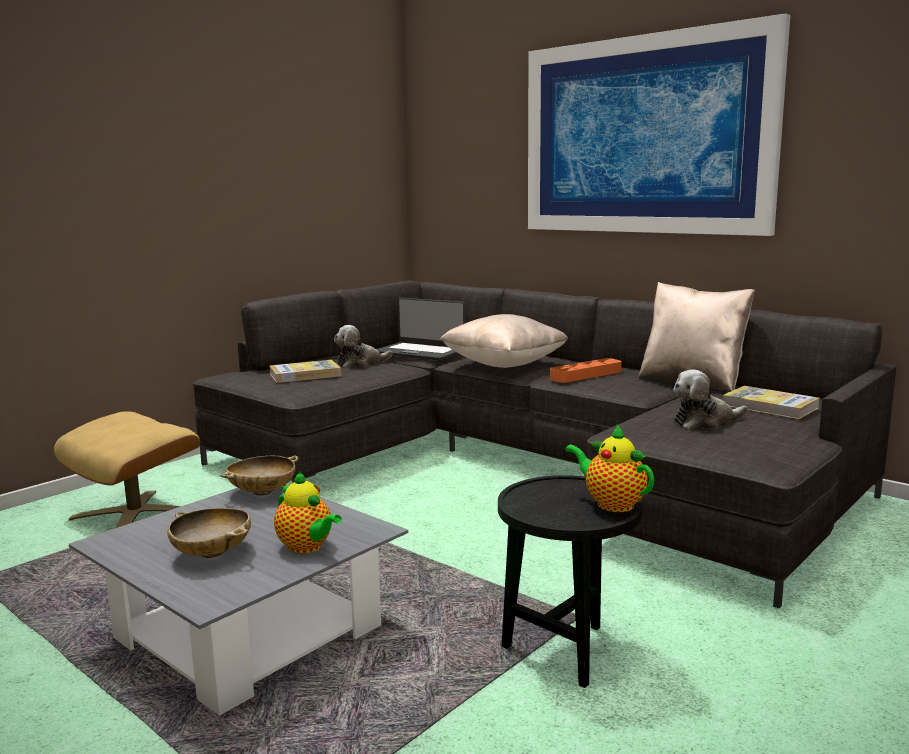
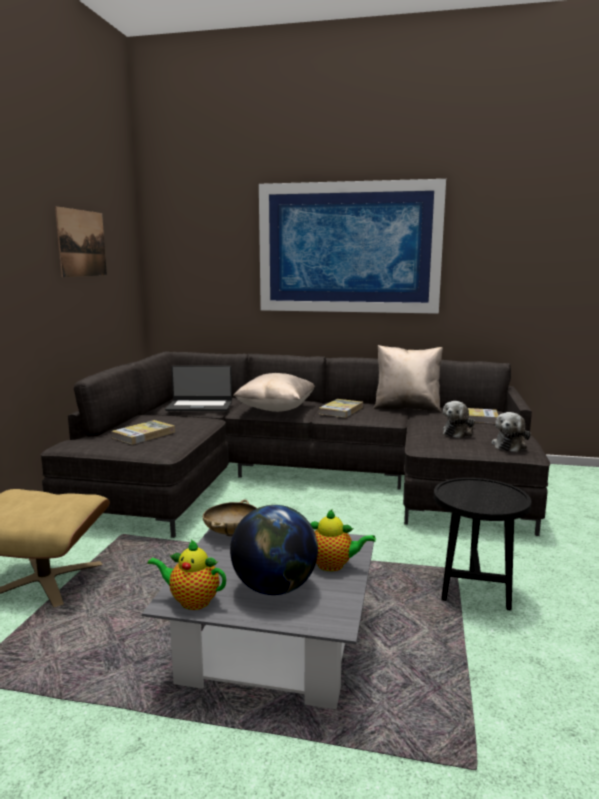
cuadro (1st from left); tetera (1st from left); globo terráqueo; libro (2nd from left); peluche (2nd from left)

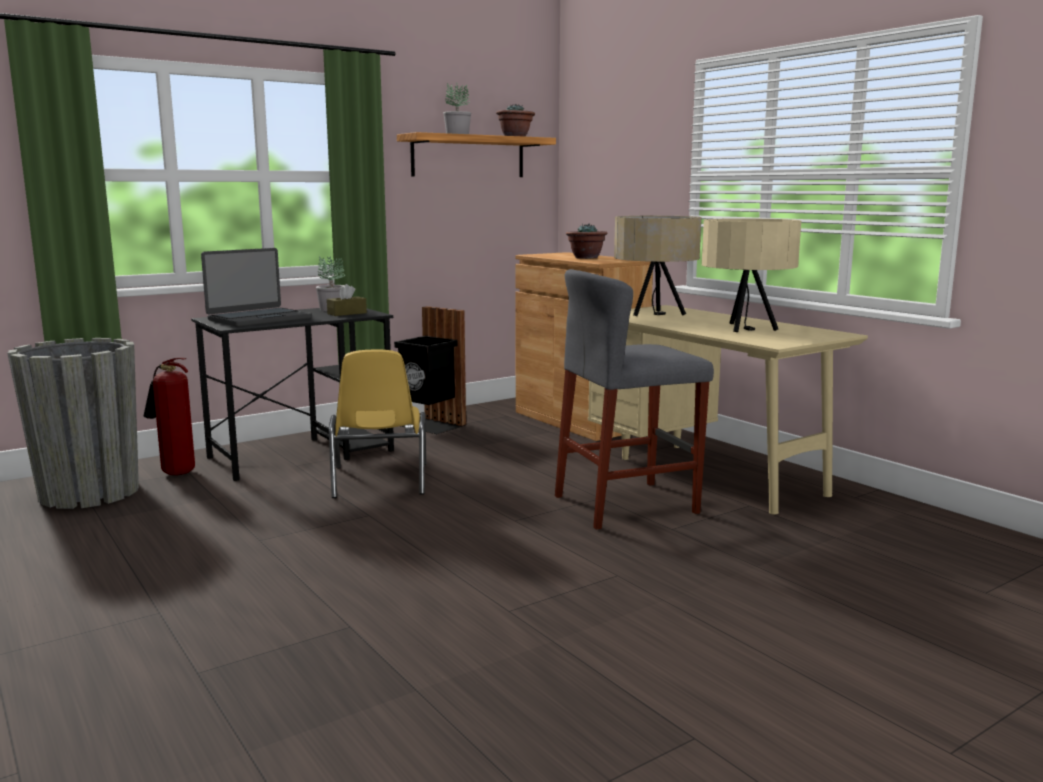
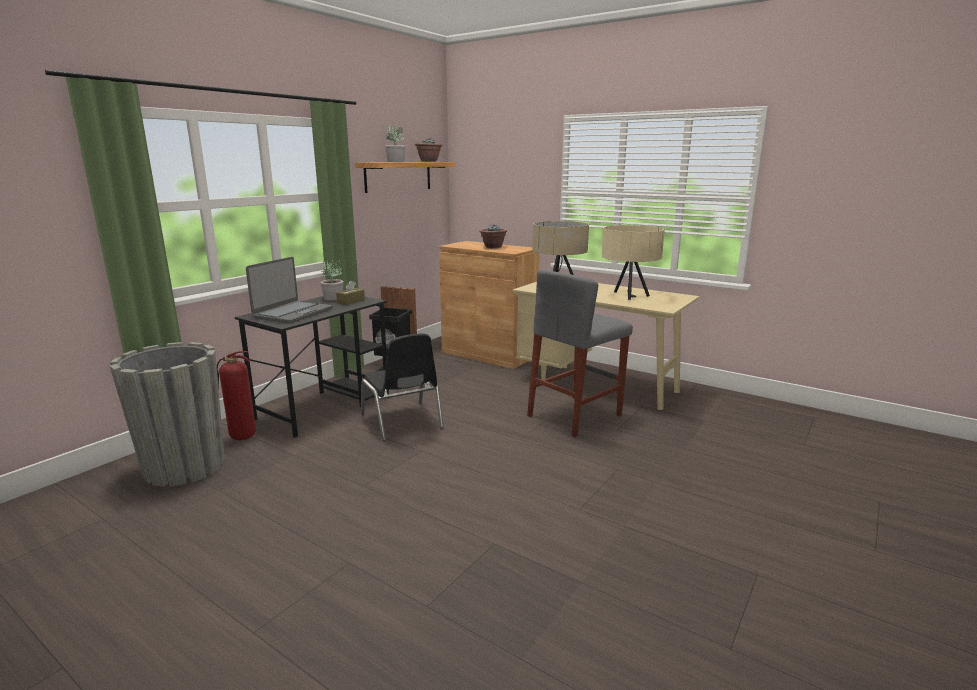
silla [negro]

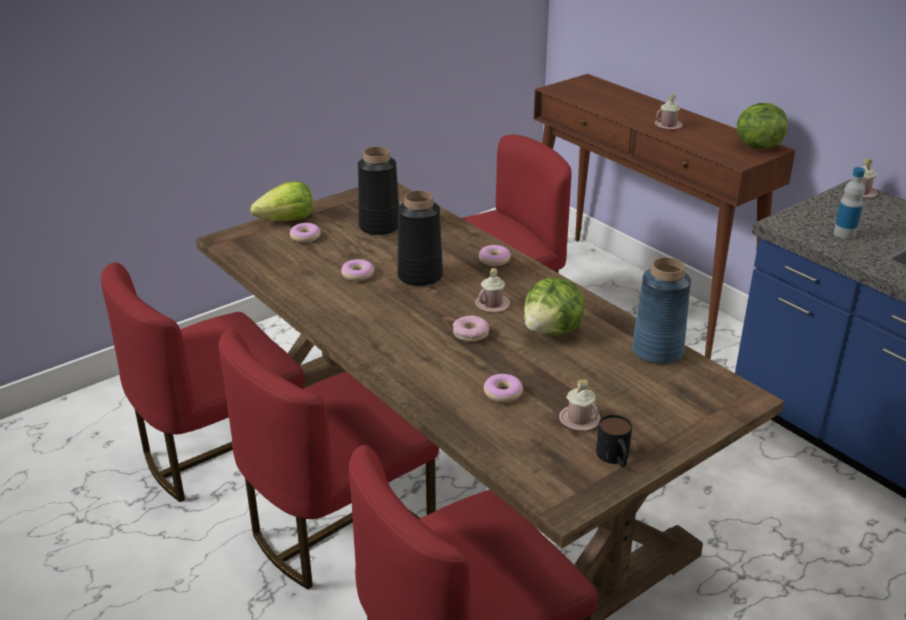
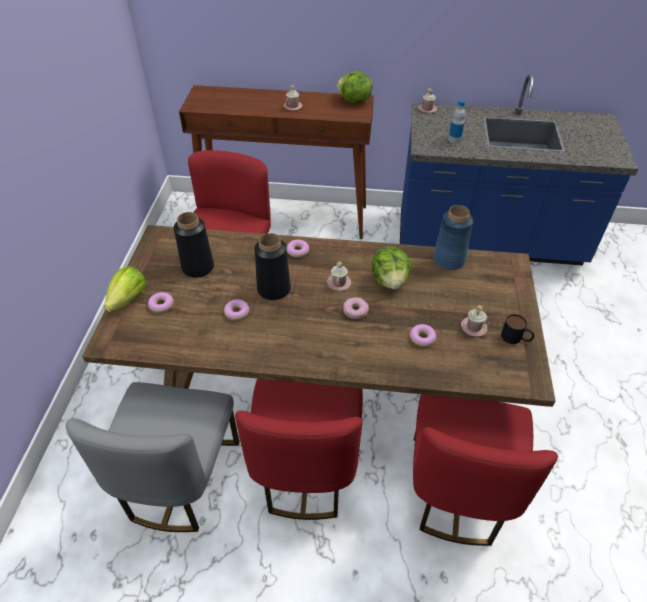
silla [gris]

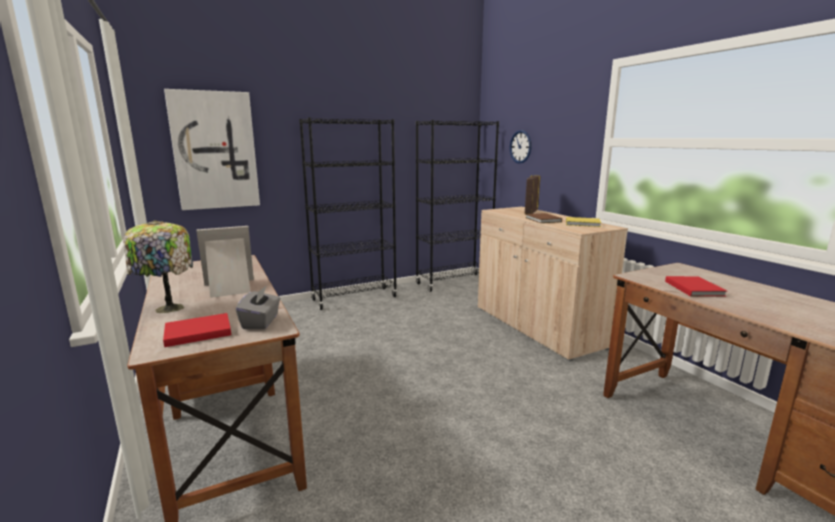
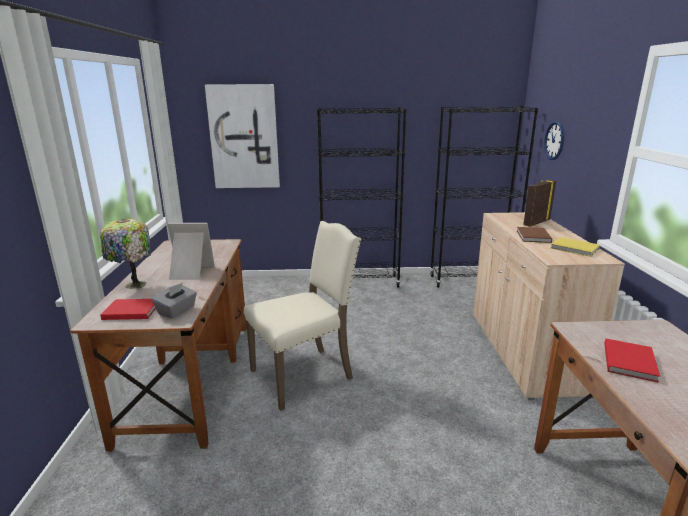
silla [beis]

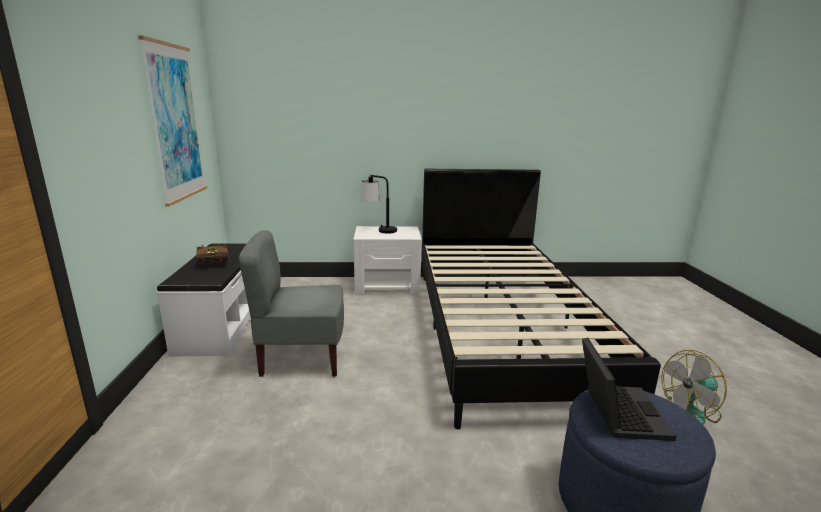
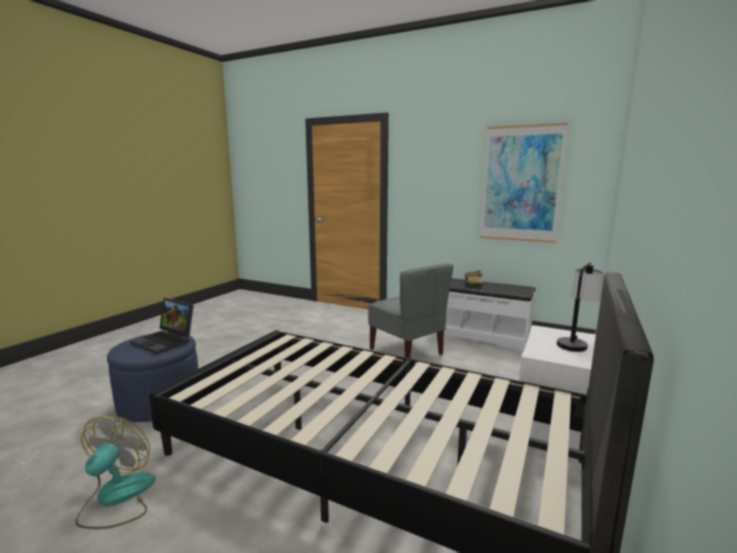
silla [gris]

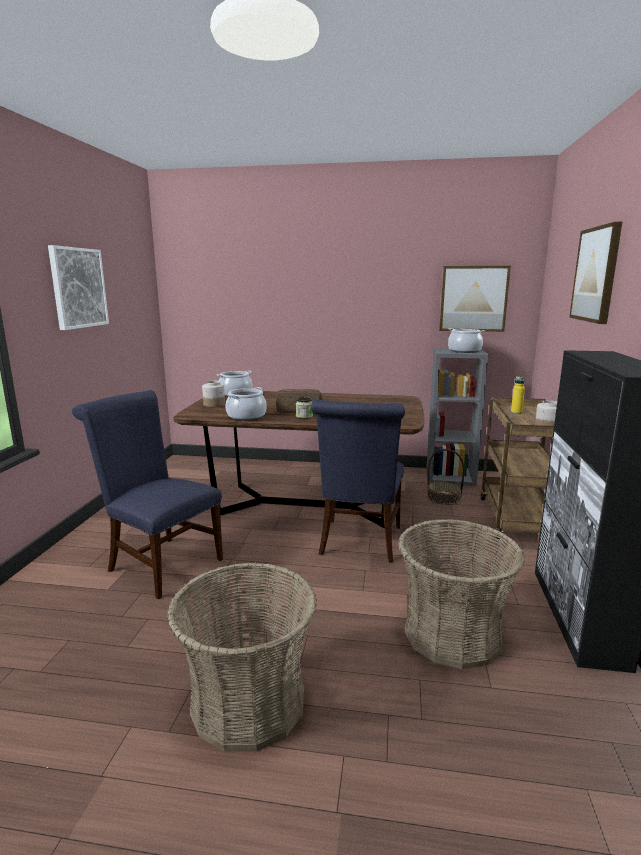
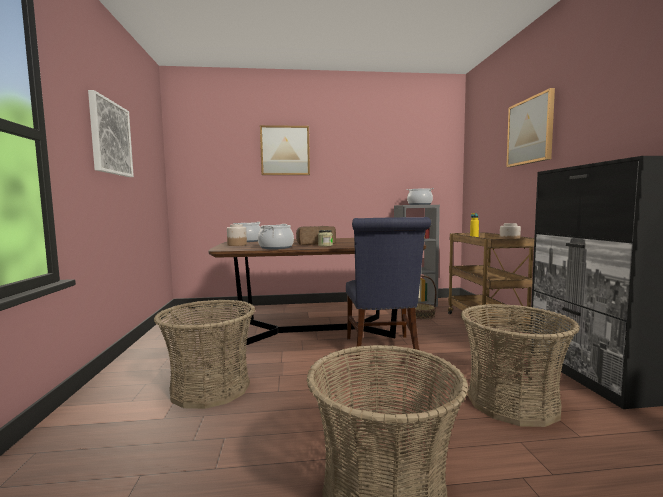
cesta (1st from left); cuadro (2nd from left)

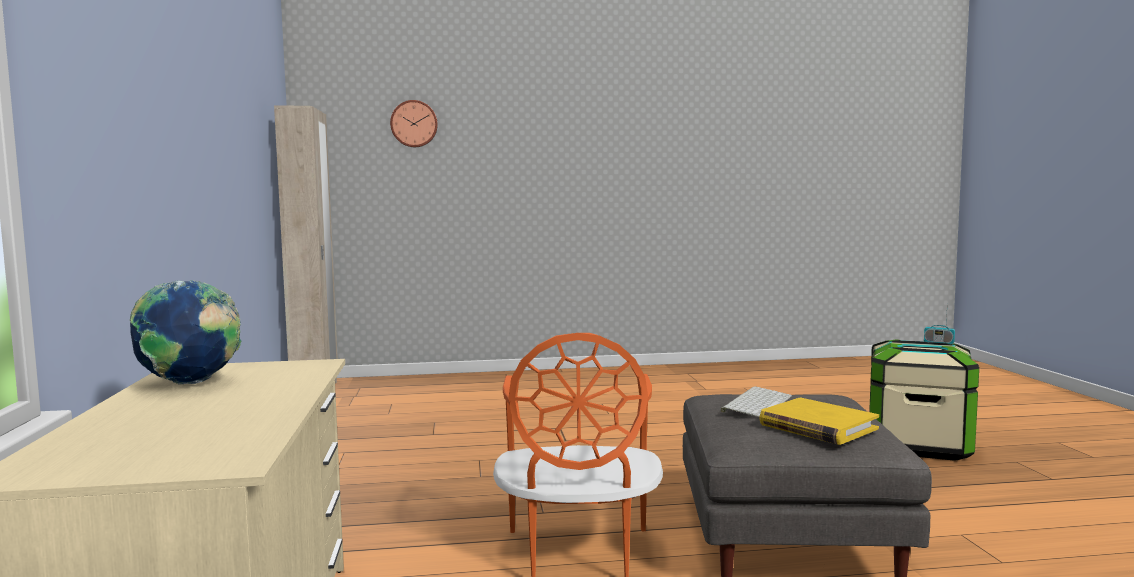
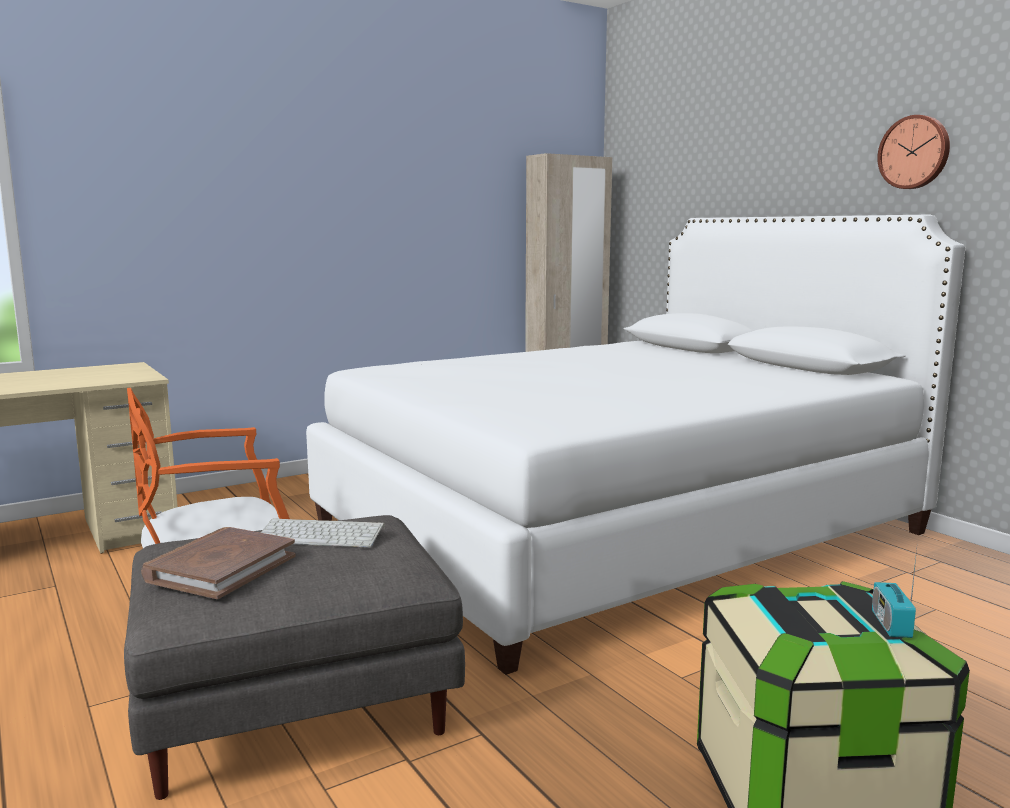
libro [marrón]; cama [blanco]; reloj de pared; globo terráqueo

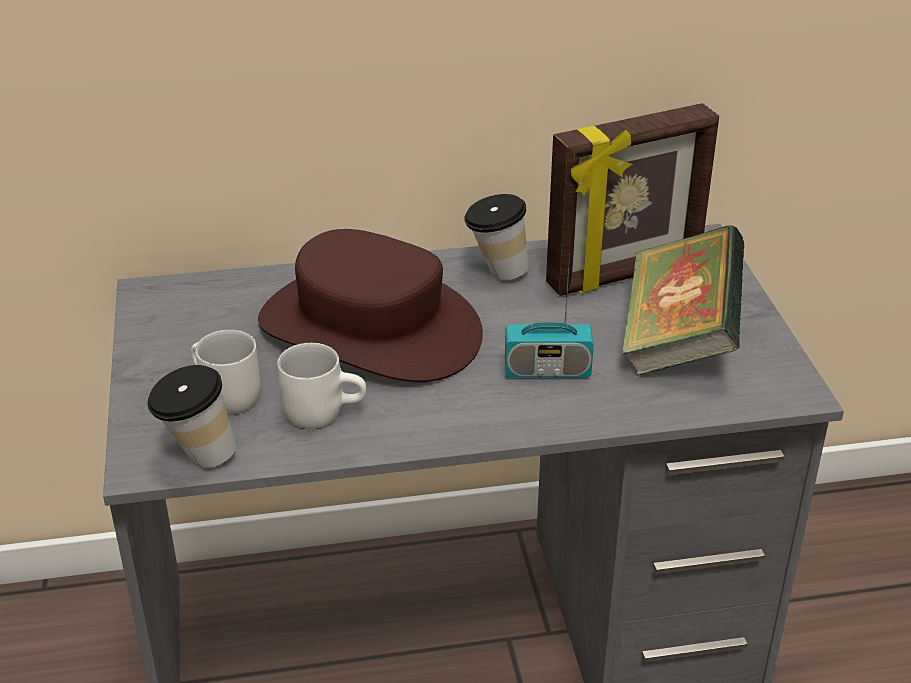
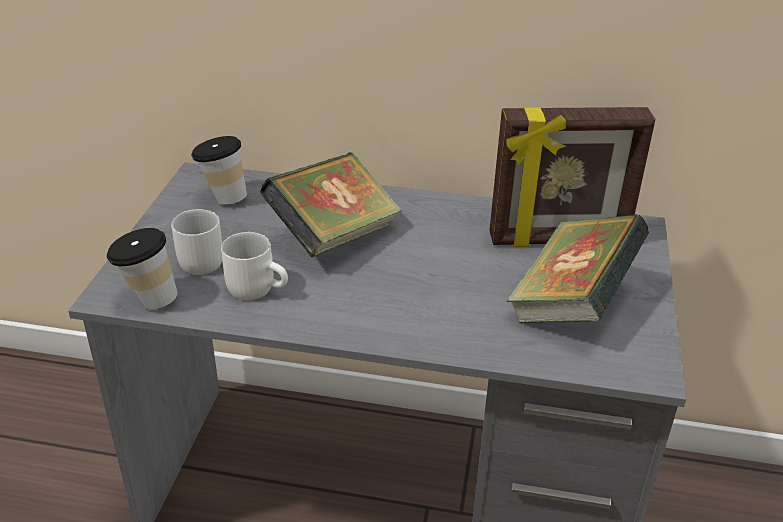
taza (2nd from left); libro (1st from left); radio

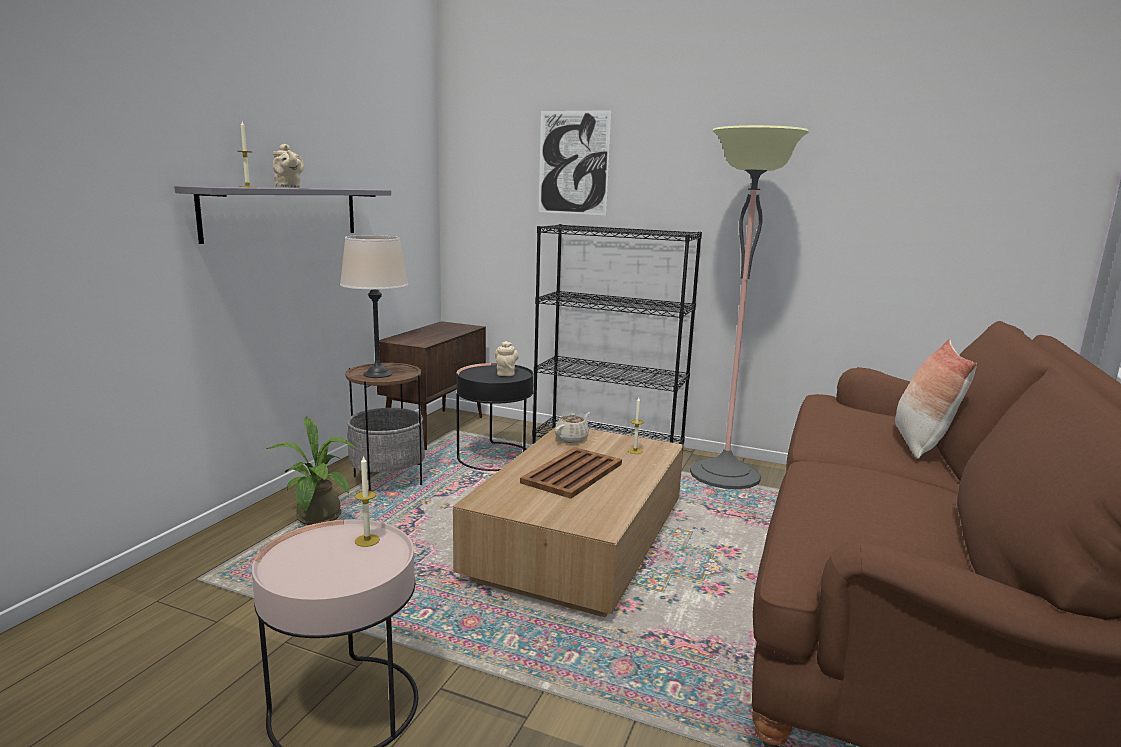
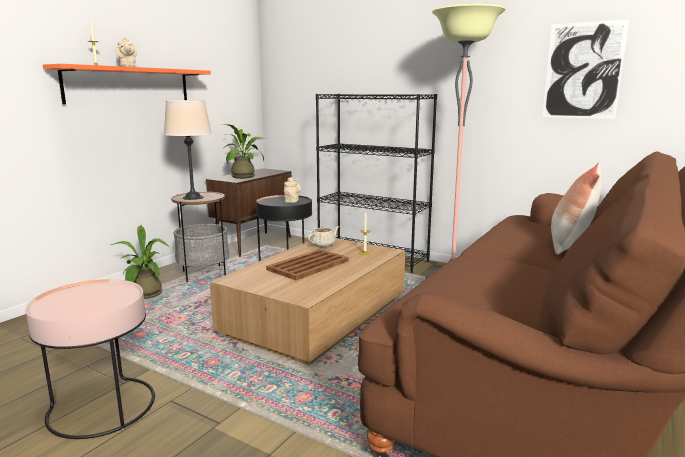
estante [naranja]; planta en maceta (2nd from left); cuadro; vela (2nd from left in the first image)

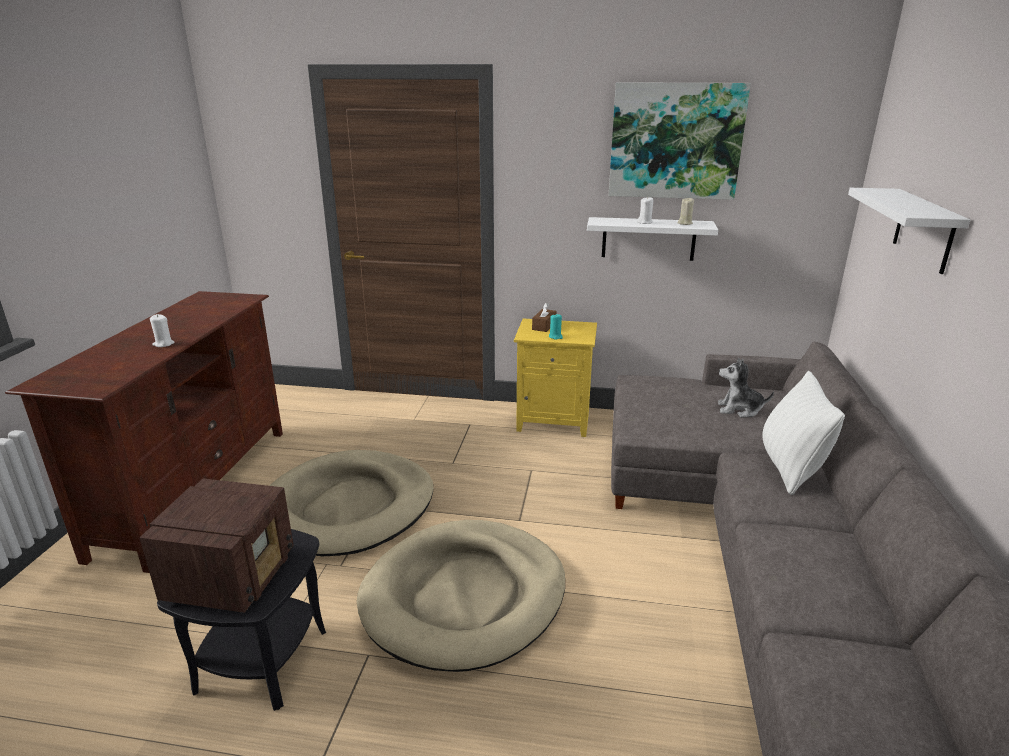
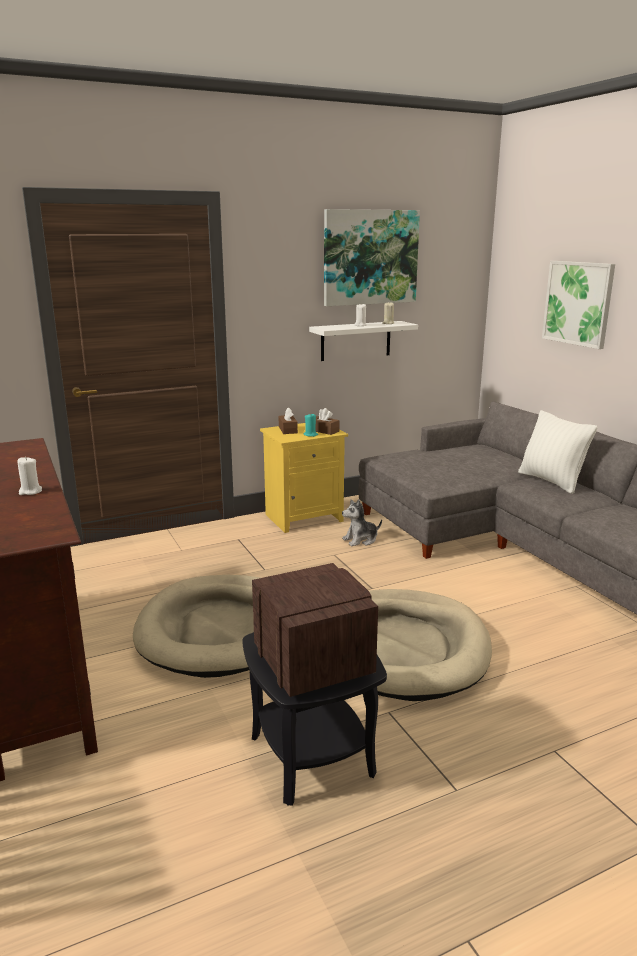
caja de pañuelos [marrón] (2nd from left); peluche; cuadro (2nd from left)

